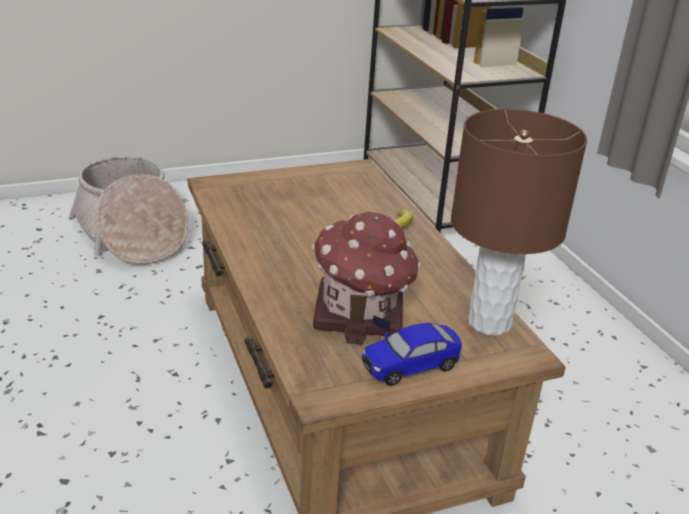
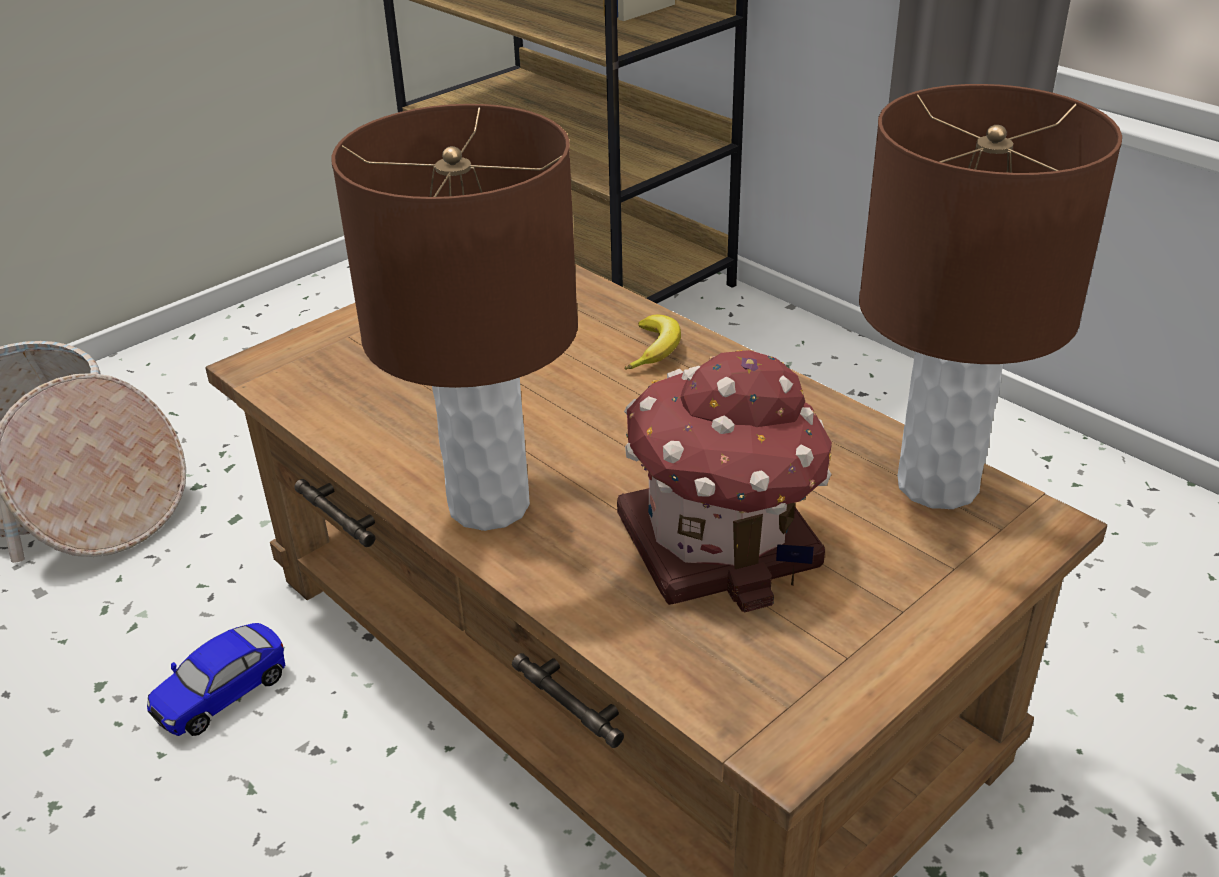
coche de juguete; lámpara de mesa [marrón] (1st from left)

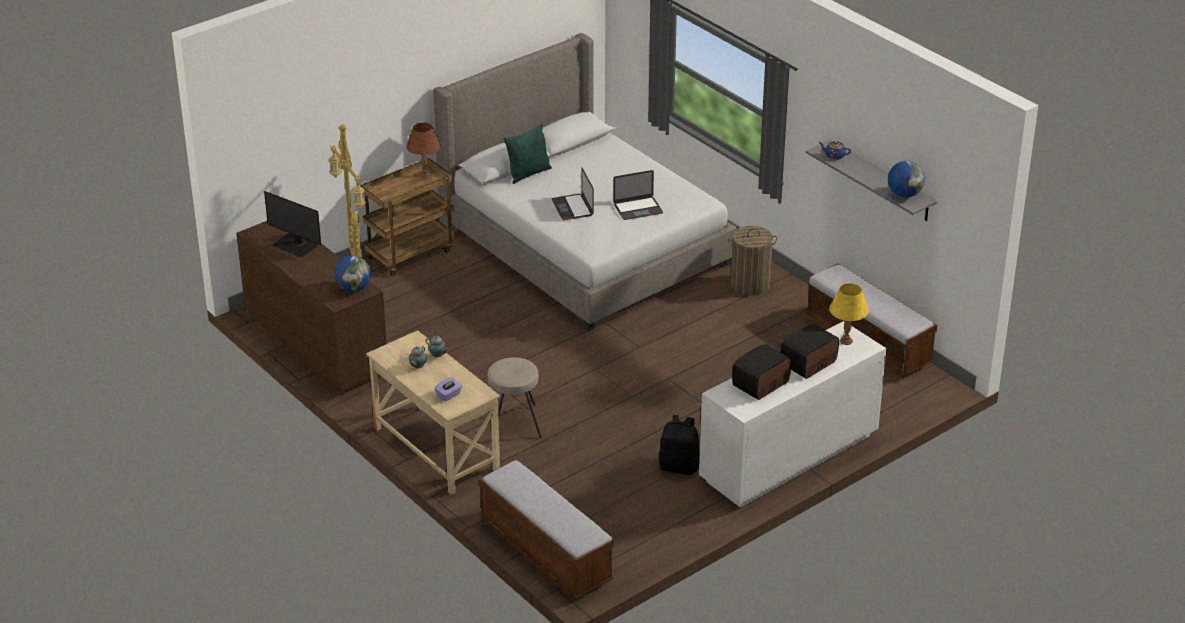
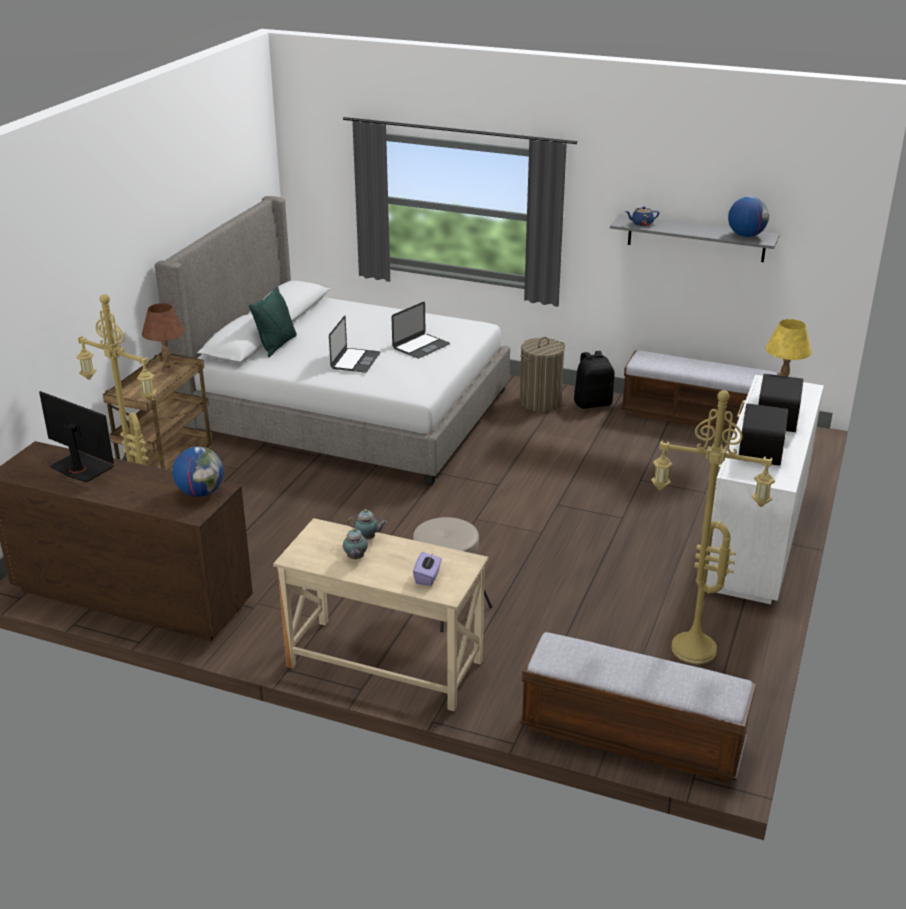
monitor; portátil (1st from left); mochila [negro]; lámpara de pie [amarillo] (2nd from left)

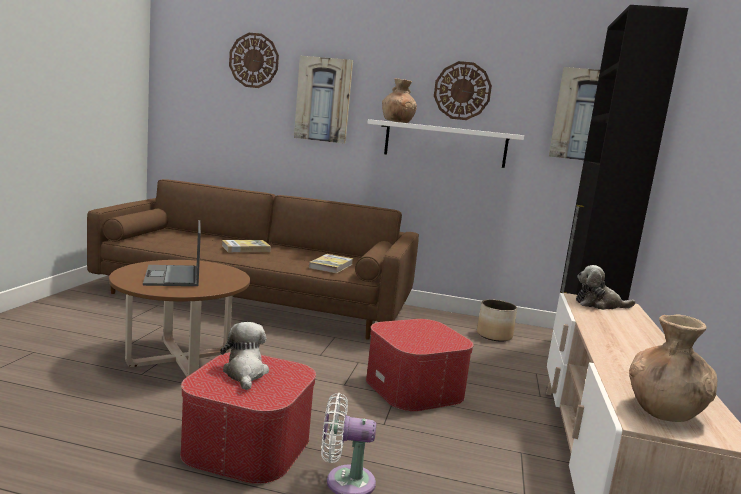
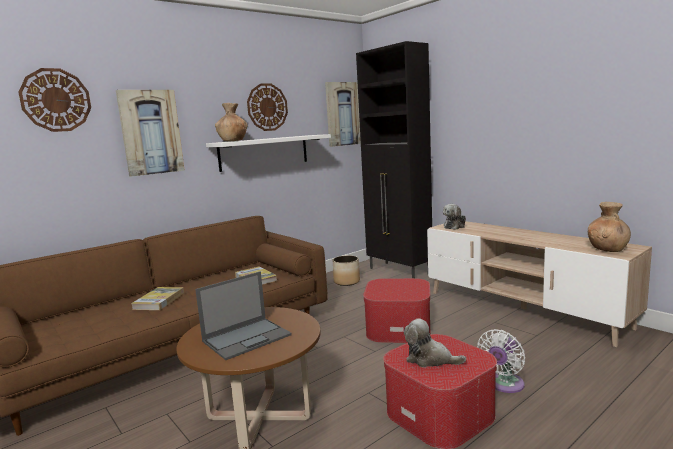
portátil

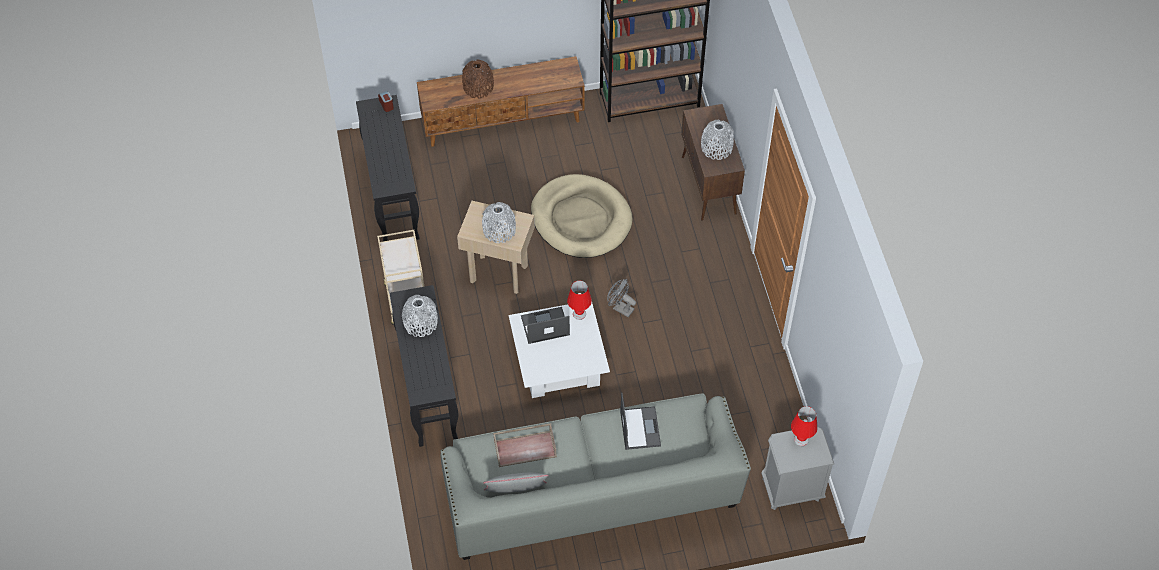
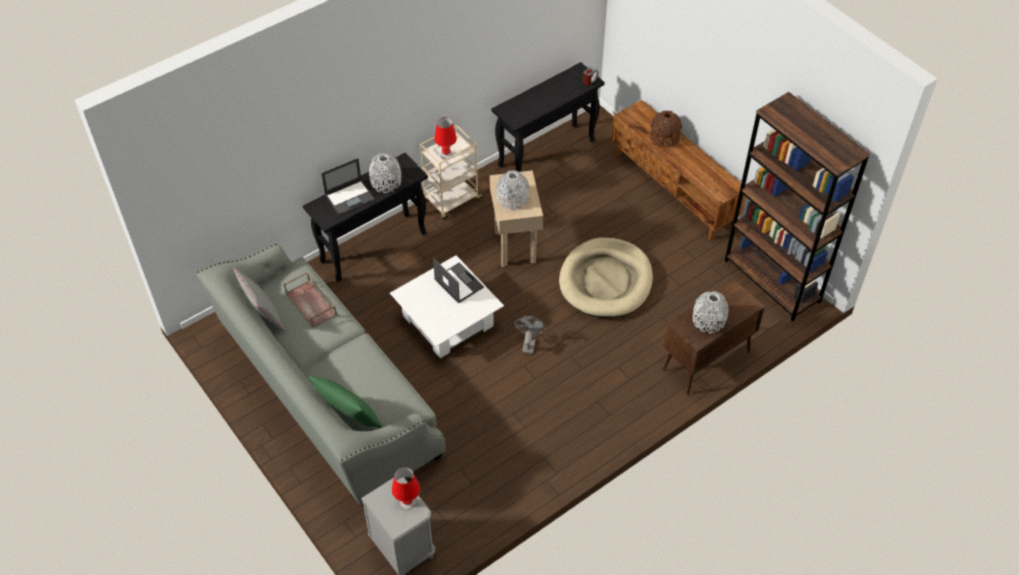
cojín [verde]; portátil (1st from left); lámpara de mesa [rojo] (2nd from left)

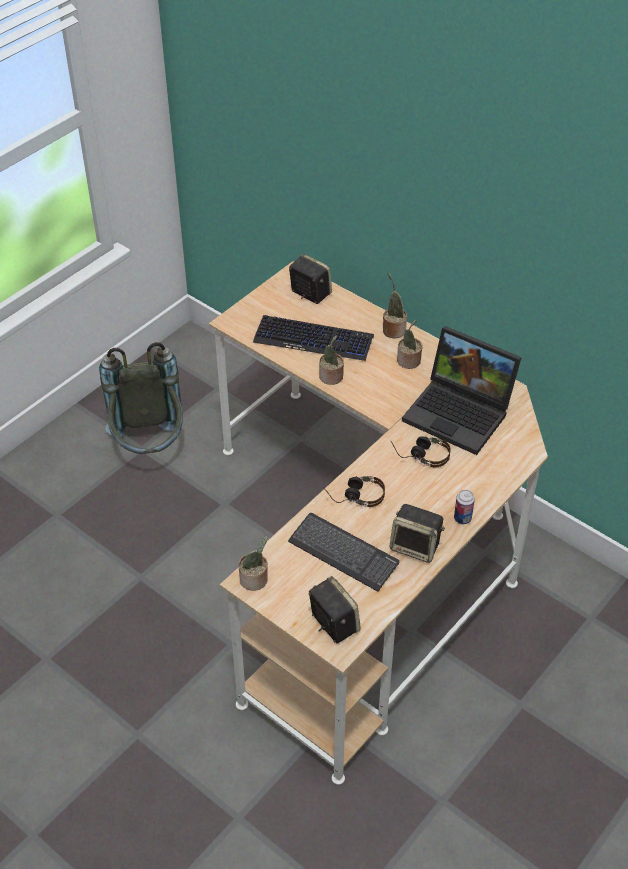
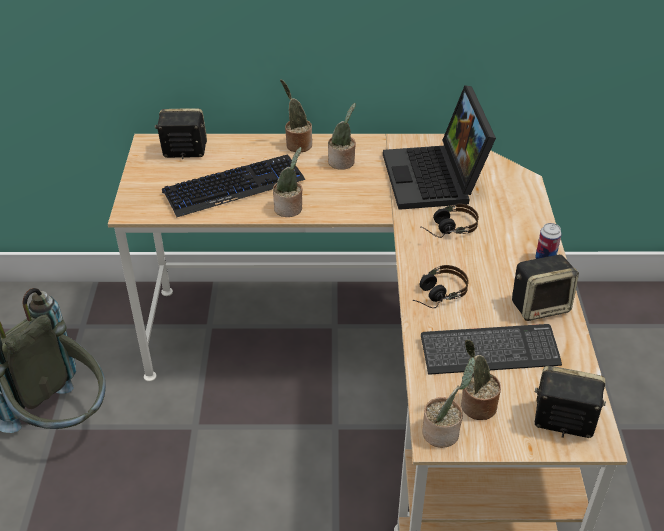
portátil; planta en maceta (5th from left)

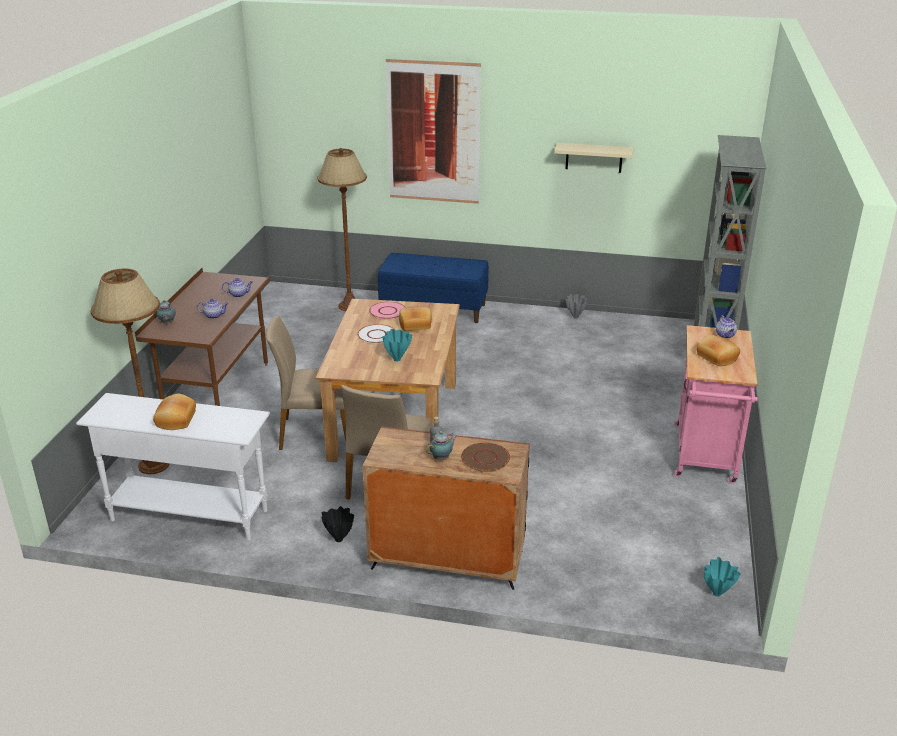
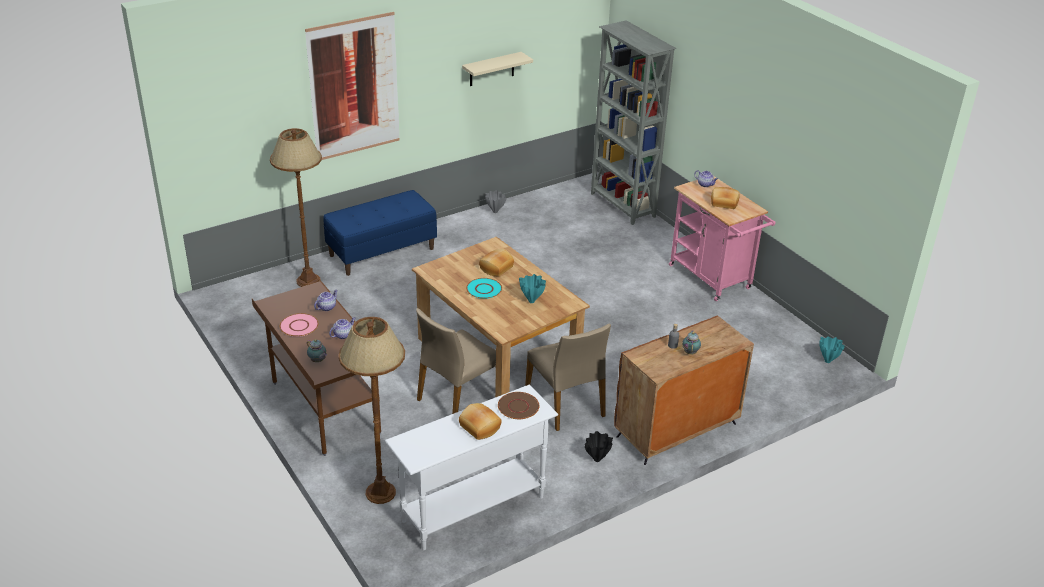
plato [rosa]; plato [turquesa]; plato [marrón]

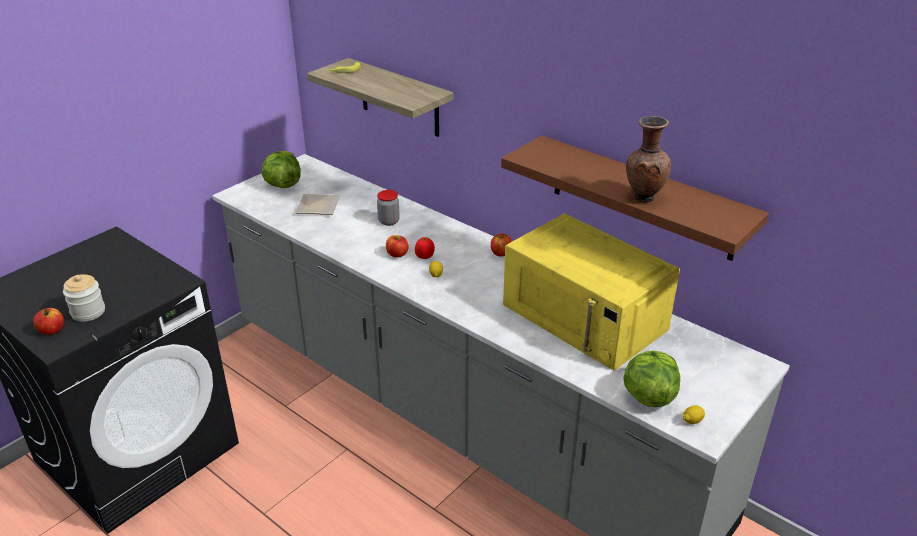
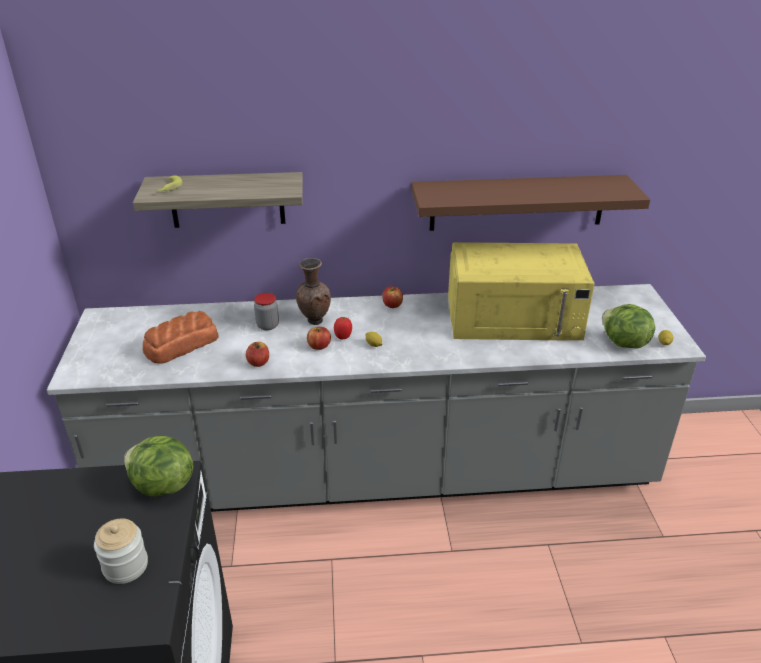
lechuga (1st from left); pan; manzana (1st from left); florero [marrón]

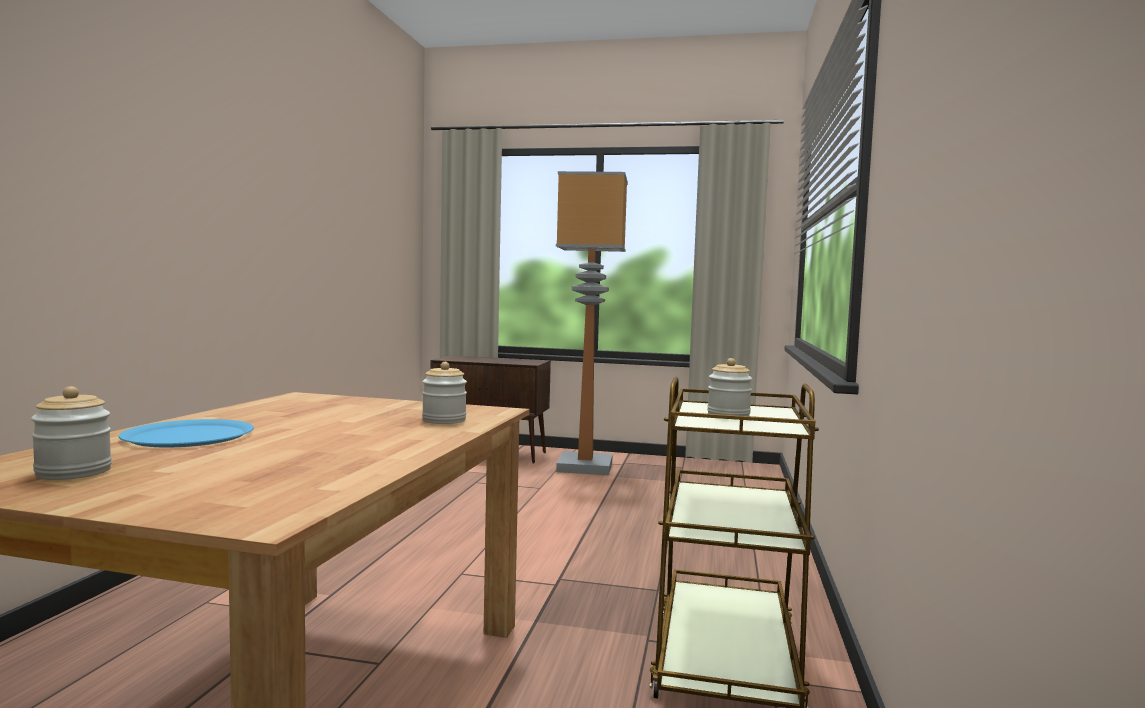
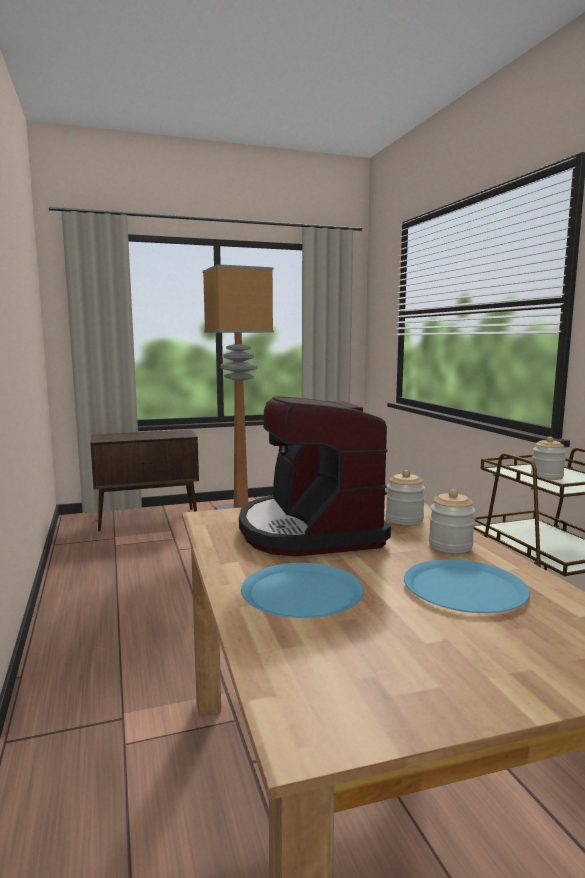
cafetera; plato [azul] (2nd from left); tarro (2nd from left)

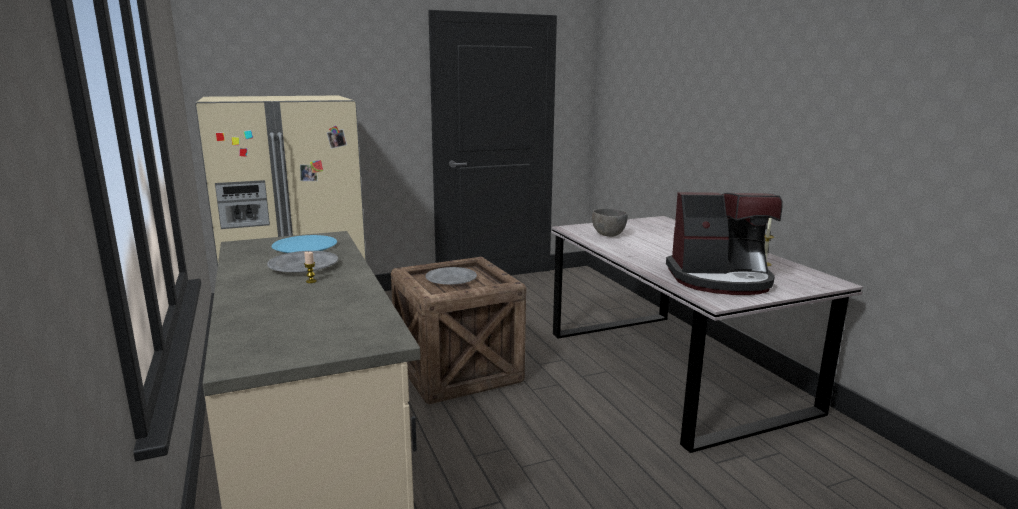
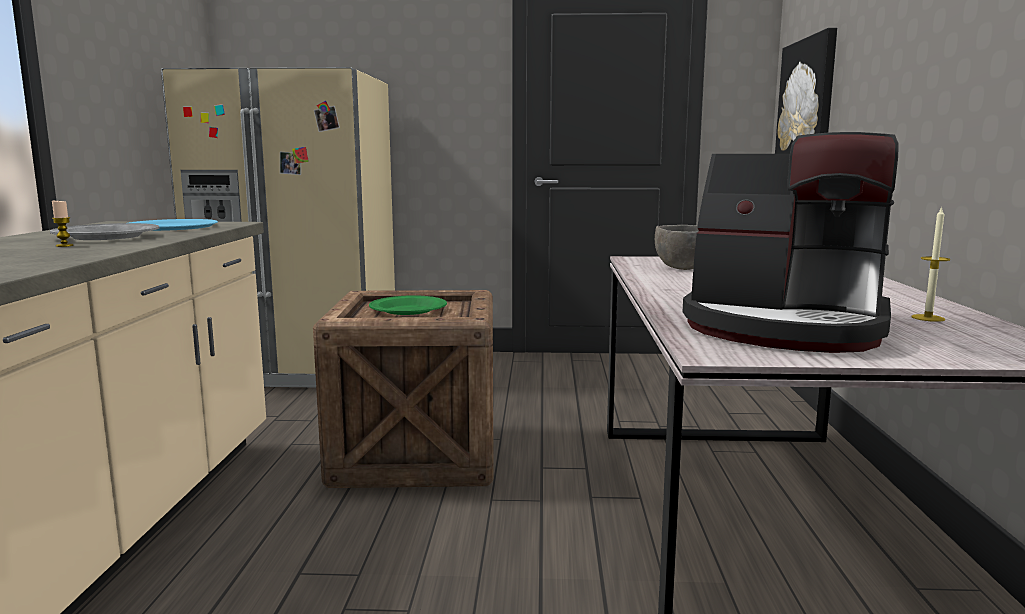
plato [verde]; cuadro

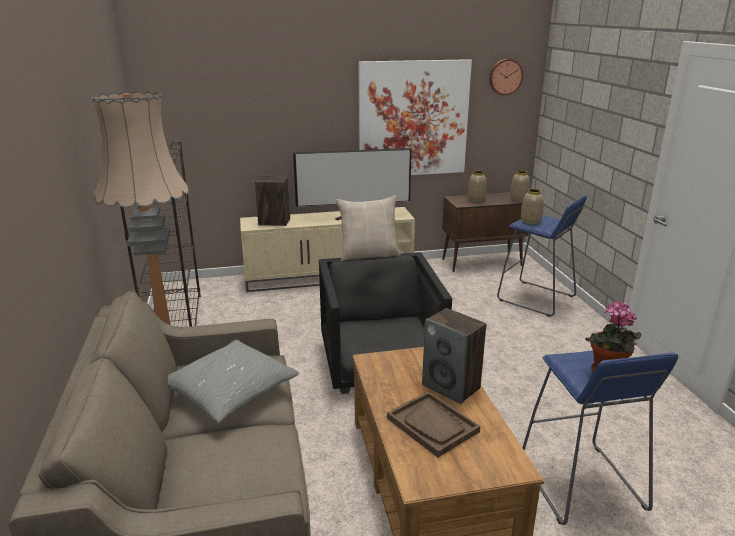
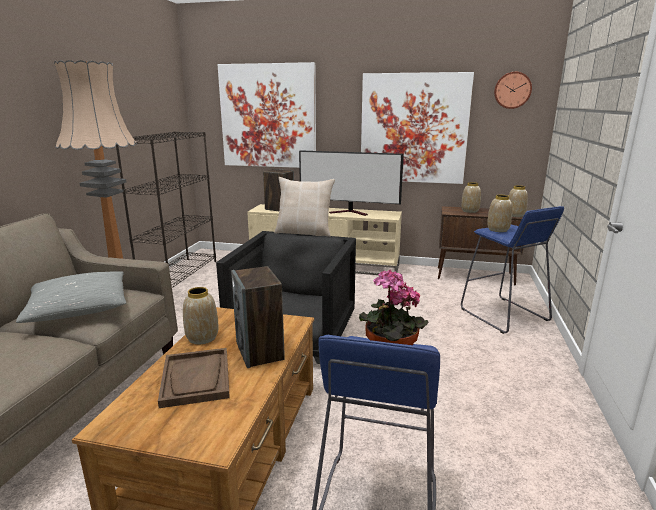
florero (1st from left); cuadro (1st from left)

